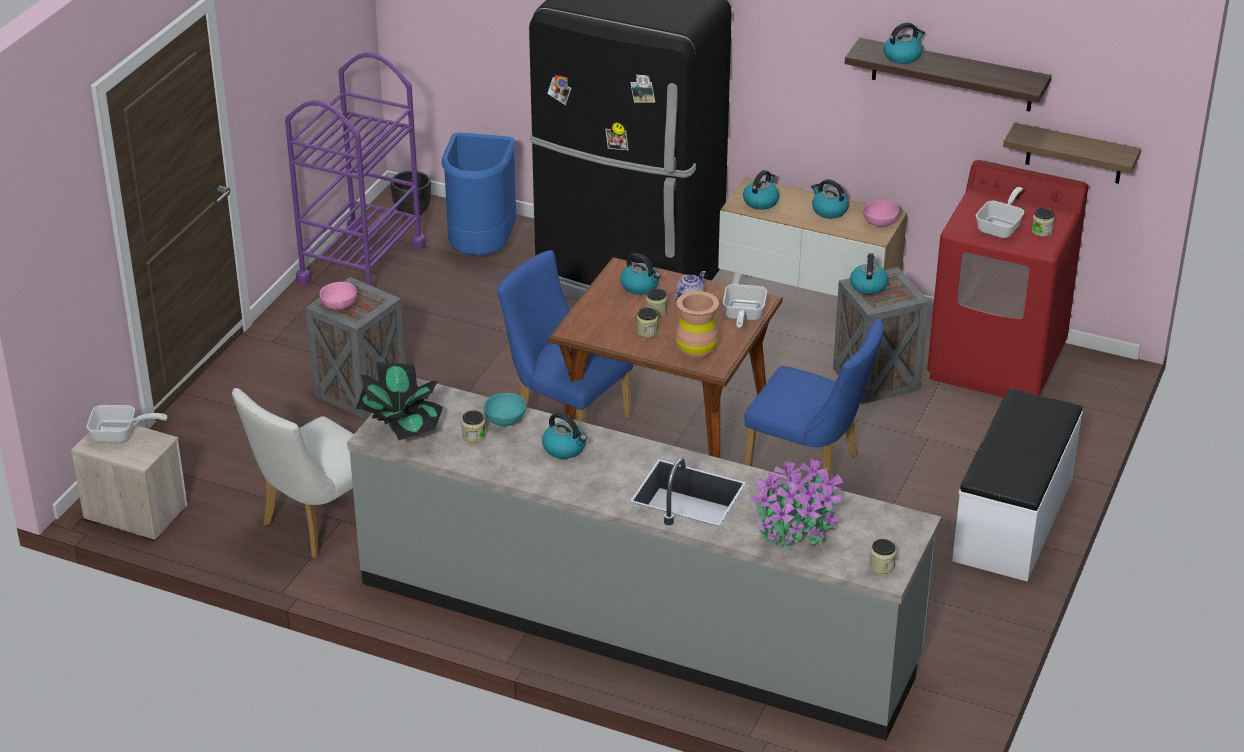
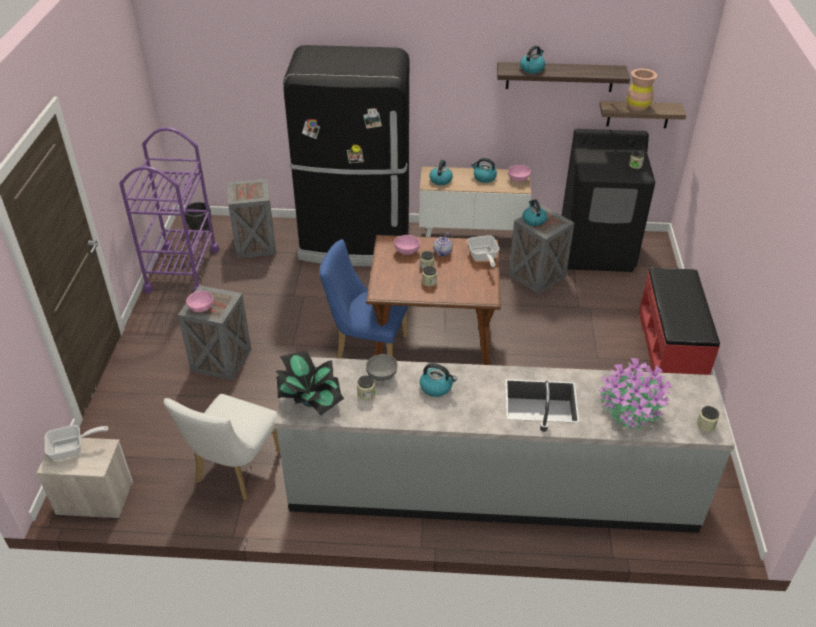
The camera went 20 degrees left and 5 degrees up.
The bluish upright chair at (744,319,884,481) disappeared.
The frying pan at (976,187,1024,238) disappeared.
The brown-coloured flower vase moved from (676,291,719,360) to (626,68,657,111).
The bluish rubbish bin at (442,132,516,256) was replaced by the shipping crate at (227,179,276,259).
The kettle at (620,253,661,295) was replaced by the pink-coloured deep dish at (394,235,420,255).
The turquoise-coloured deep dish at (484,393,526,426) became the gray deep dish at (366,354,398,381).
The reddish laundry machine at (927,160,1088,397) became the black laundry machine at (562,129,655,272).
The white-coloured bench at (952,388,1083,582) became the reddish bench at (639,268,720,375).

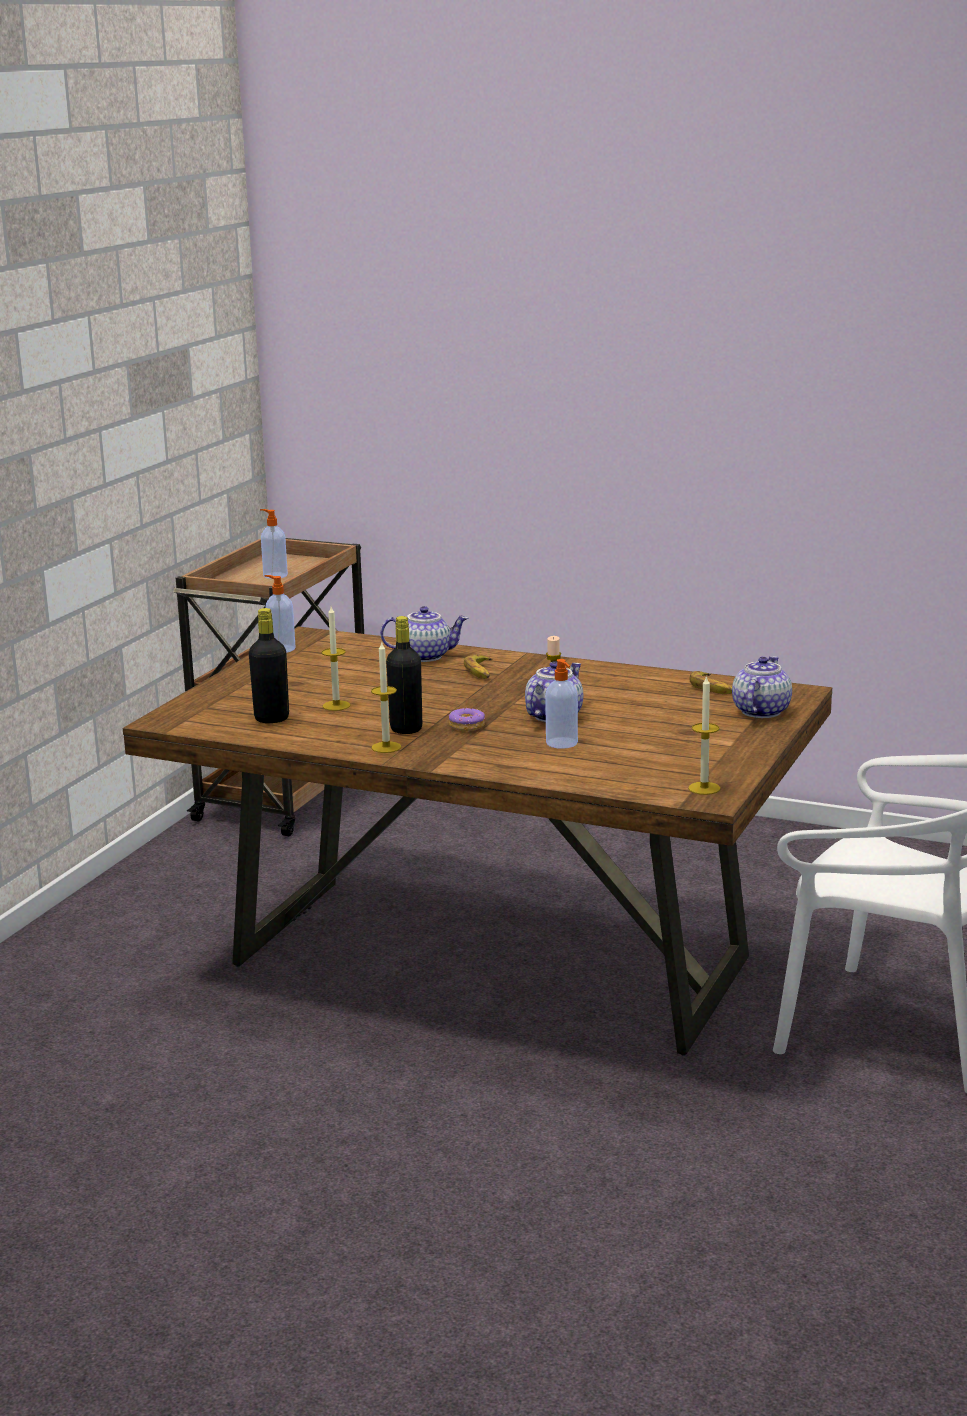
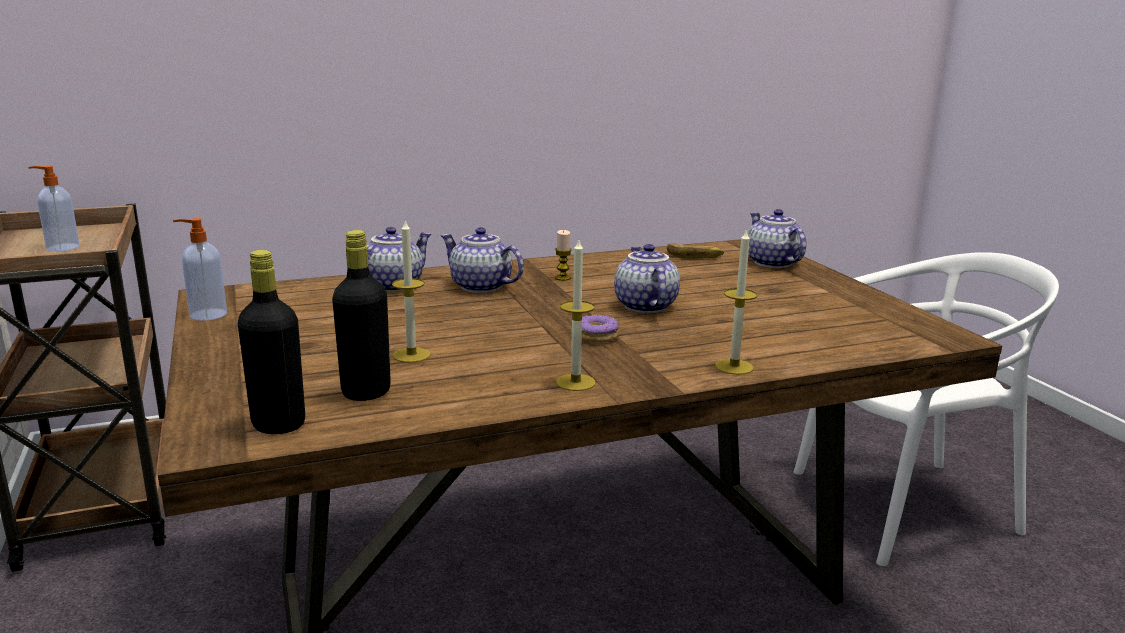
The camera went 45 degrees left and 0 degrees up.
The soap bottle at (545,659,578,749) disappeared.
The black bottle moved from (386,616,422,734) to (238,250,305,434).
The wax light moved from (688,675,720,795) to (715,228,757,375).
The whole banana at (464,654,492,679) was replaced by the tea pot at (440,227,524,293).

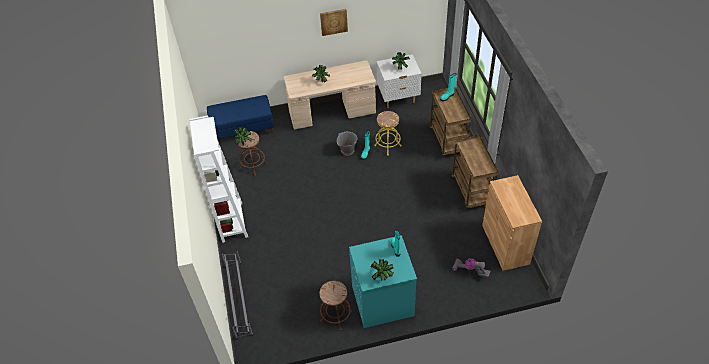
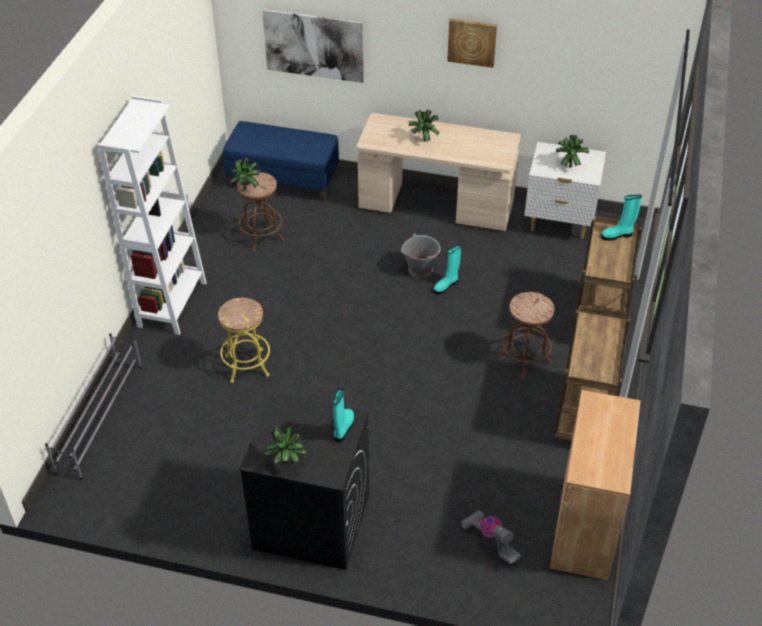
The camera went 25 degrees right and 5 degrees down.
The picture at (262,9,364,83) appeared.
The brown-coloured stool seat moved from (319,281,352,330) to (498,292,554,379).
The yellow-coloured stool seat moved from (374,111,402,156) to (218,298,270,383).
The turquoise-coloured laundry machine at (349,235,417,328) became the black laundry machine at (239,393,369,570).

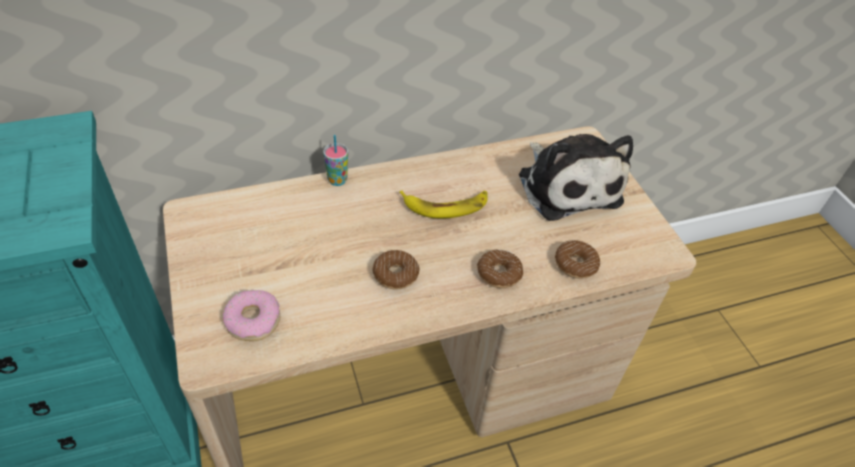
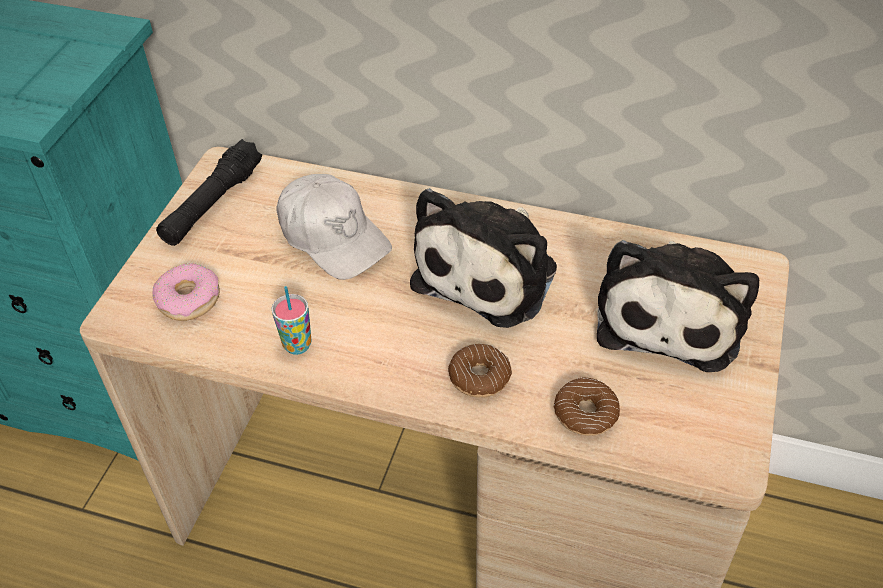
The camera went 40 degrees right and 0 degrees up.
The donut at (372,250,420,290) disappeared.
The black torch at (156,139,262,246) appeared.
The white-coloured peaked cap at (277,174,392,280) appeared.
The drinking cup moved from (323,135,348,186) to (272,286,312,355).
The whole banana at (399,191,488,218) was replaced by the cuddly toy at (410,188,557,328).

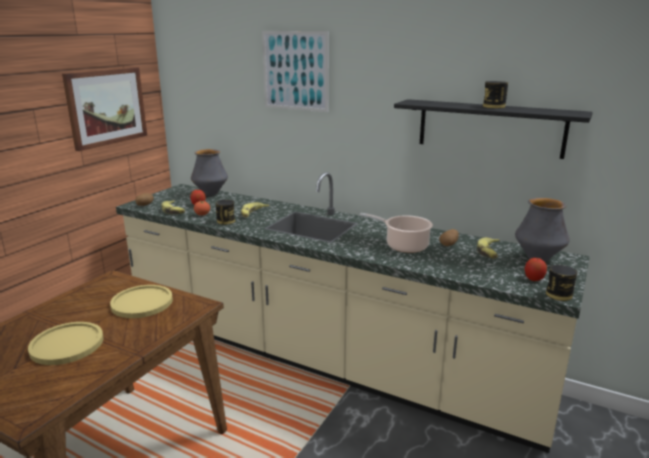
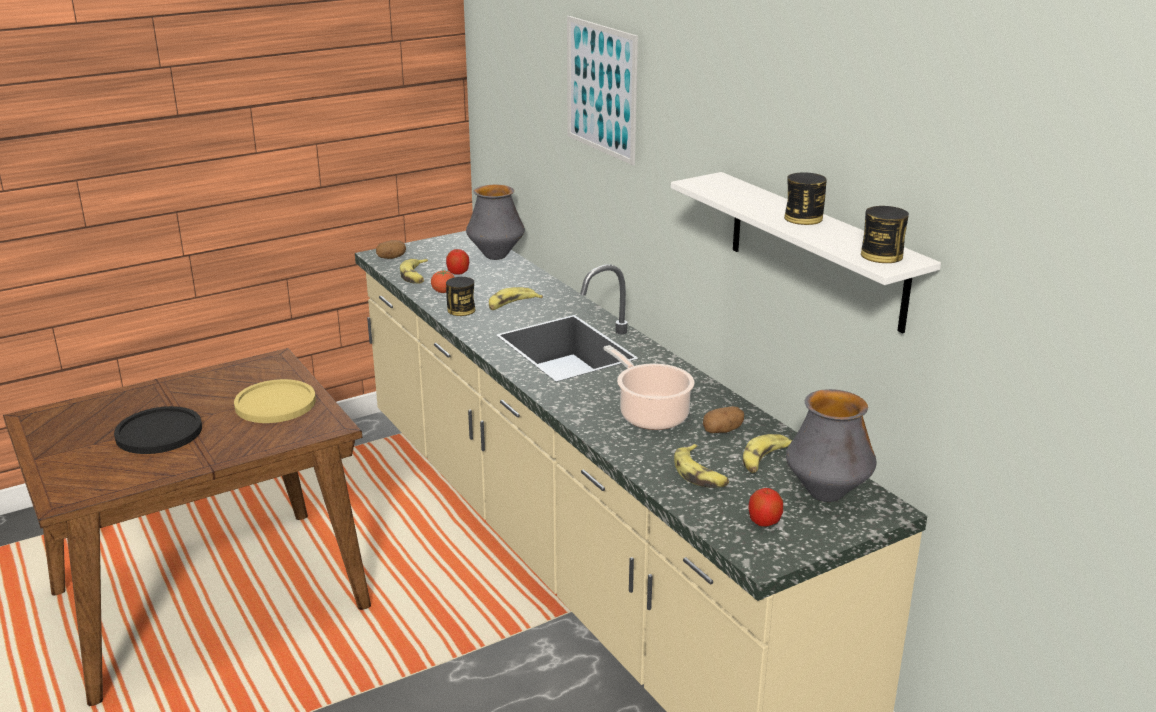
The camera went 30 degrees right and 5 degrees up.
The picture at (62,67,147,151) disappeared.
The whole banana at (674,444,729,488) appeared.
The metal can moved from (546,265,577,301) to (861,206,909,263).
The yellow-coloured flat dish at (28,322,103,365) became the black flat dish at (114,406,202,454).
The black shelf at (394,99,593,159) became the white-coloured shelf at (671,172,941,333).

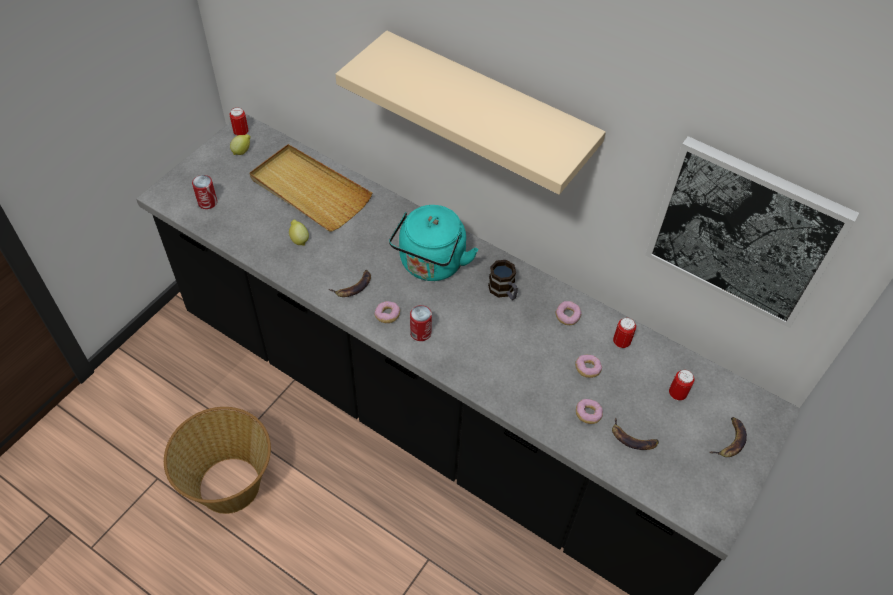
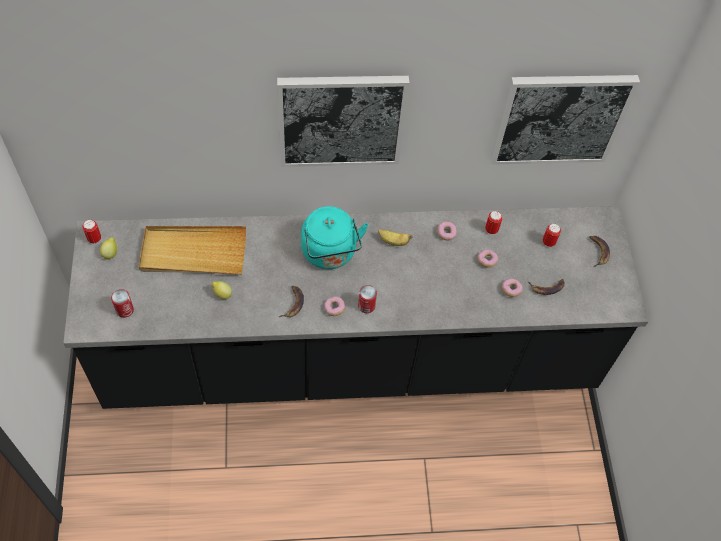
The camera went 40 degrees left and 5 degrees up.
The storage basket at (164,407,271,514) disappeared.
The beige-coloured shelf at (336,31,606,195) was replaced by the picture at (277,76,409,167).
The mug at (488,260,518,300) was replaced by the whole banana at (378,229,413,246).

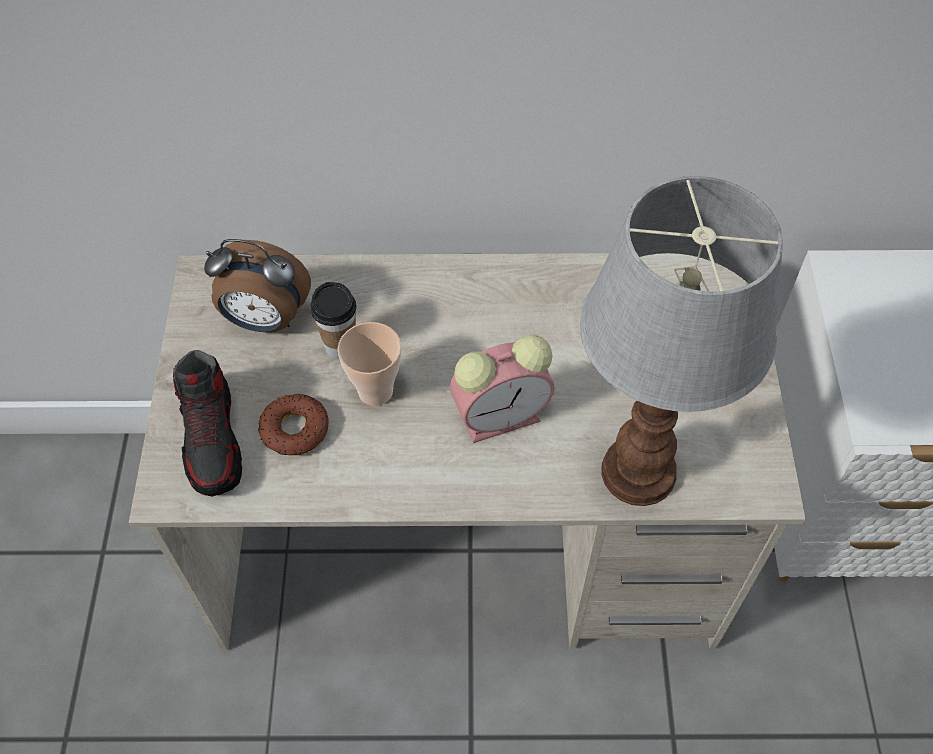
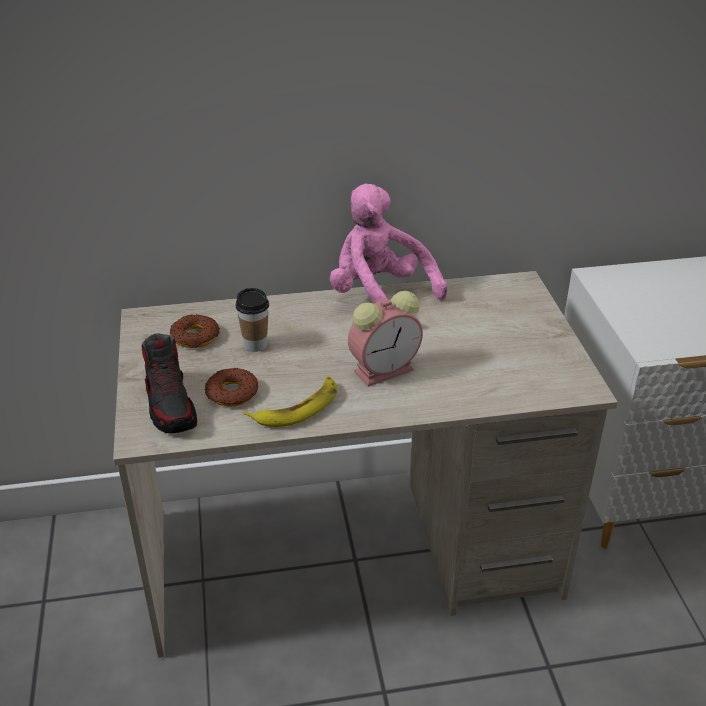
The camera went 10 degrees left and 20 degrees down.
The drinking cup at (338,322,402,406) disappeared.
The lamp for a table at (580,176,783,506) disappeared.
The whole banana at (243,376,337,427) appeared.
The pink-coloured cuddly toy at (330,184,448,303) appeared.
The alarm clock at (204,239,311,333) was replaced by the donut at (170,314,220,348).

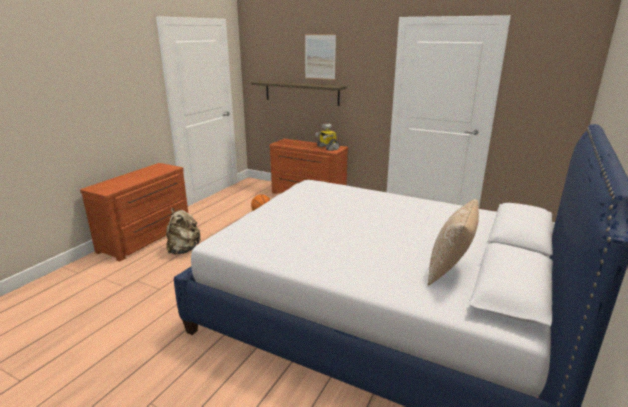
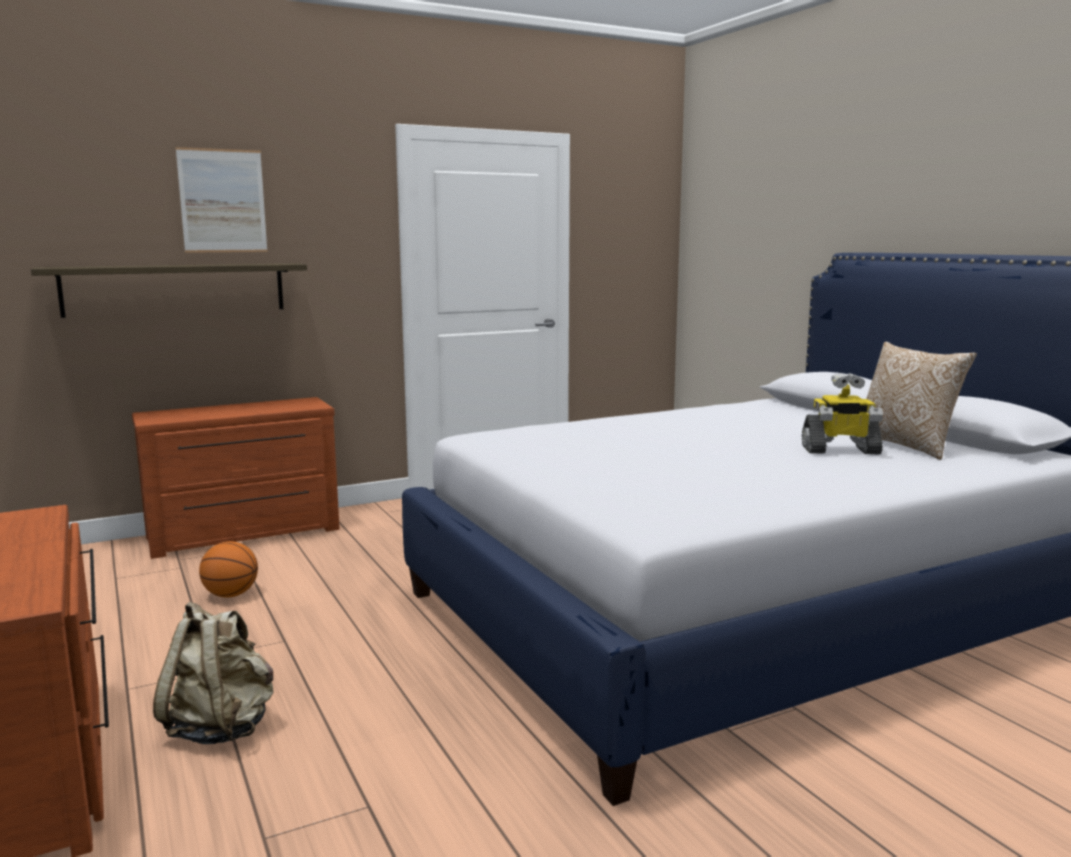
The camera went 55 degrees left and 10 degrees down.
The robot figure moved from (315,124,340,151) to (802,373,883,454).

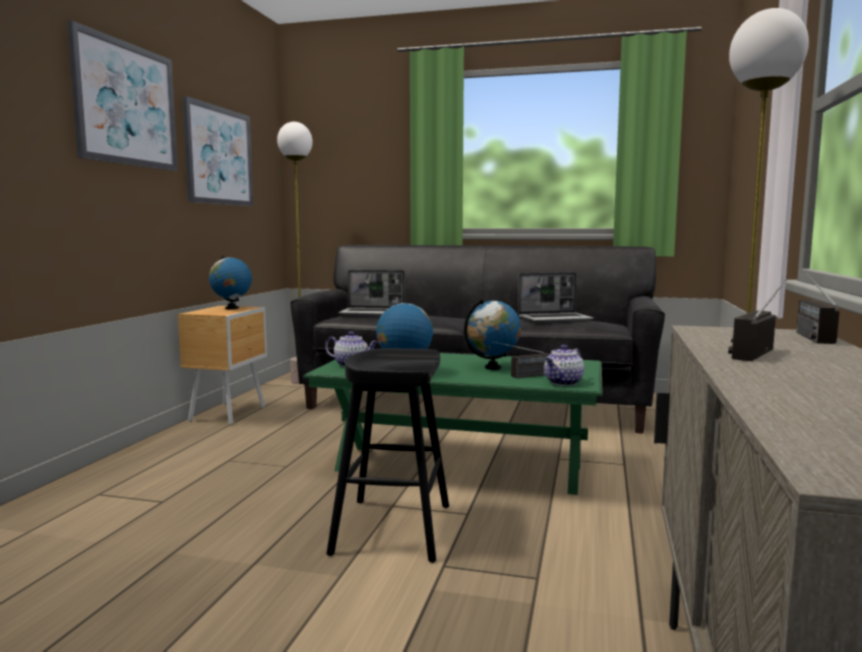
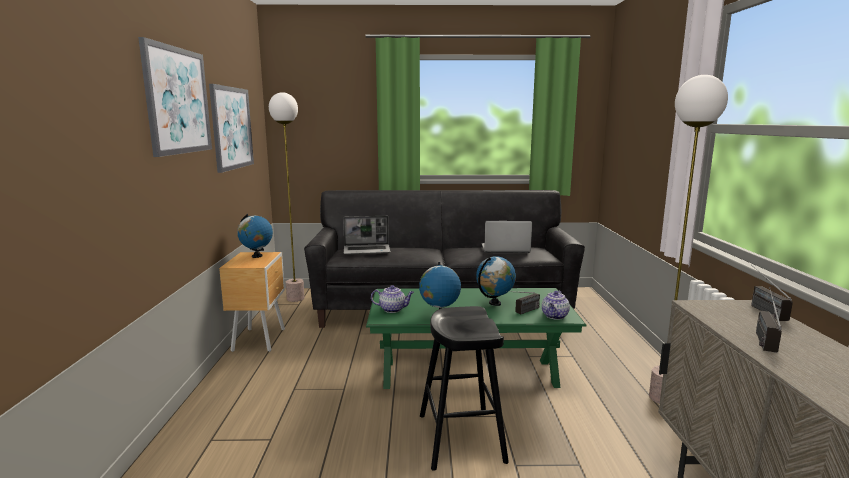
The camera went 15 degrees left and 5 degrees up.
The notebook computer at (518,272,594,322) turned 150 degrees counterclockwise.

